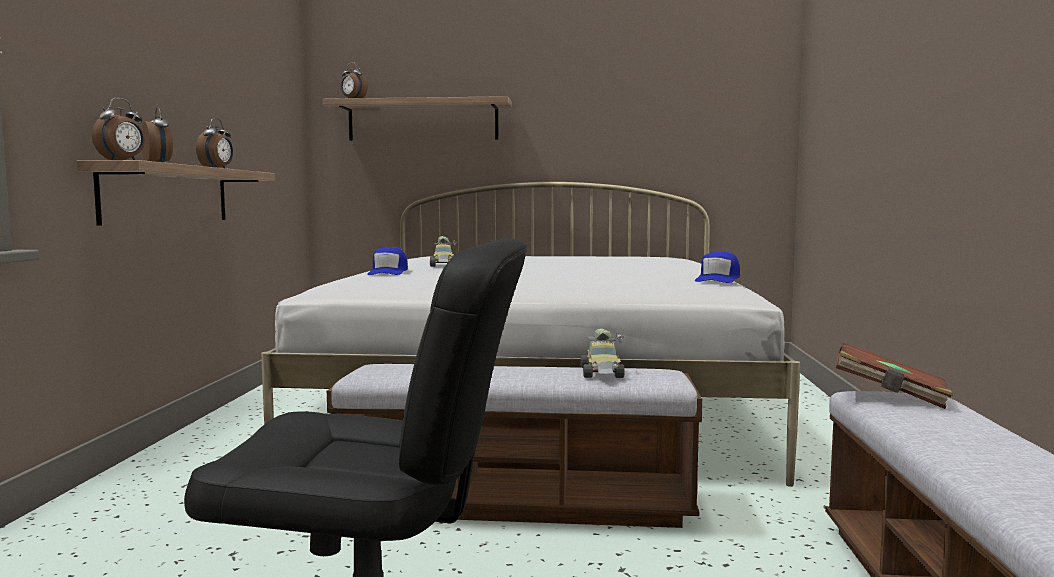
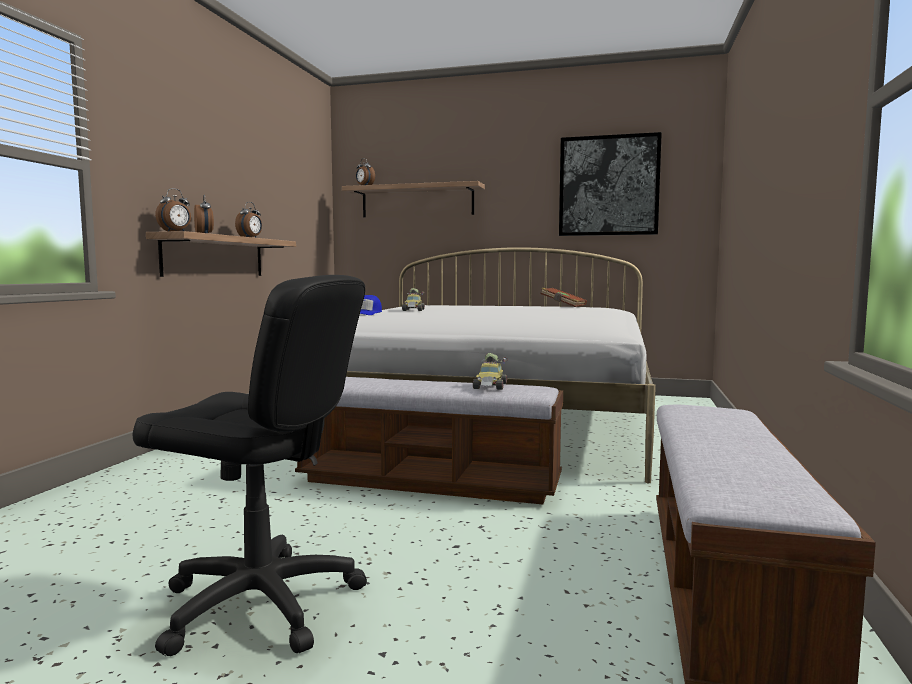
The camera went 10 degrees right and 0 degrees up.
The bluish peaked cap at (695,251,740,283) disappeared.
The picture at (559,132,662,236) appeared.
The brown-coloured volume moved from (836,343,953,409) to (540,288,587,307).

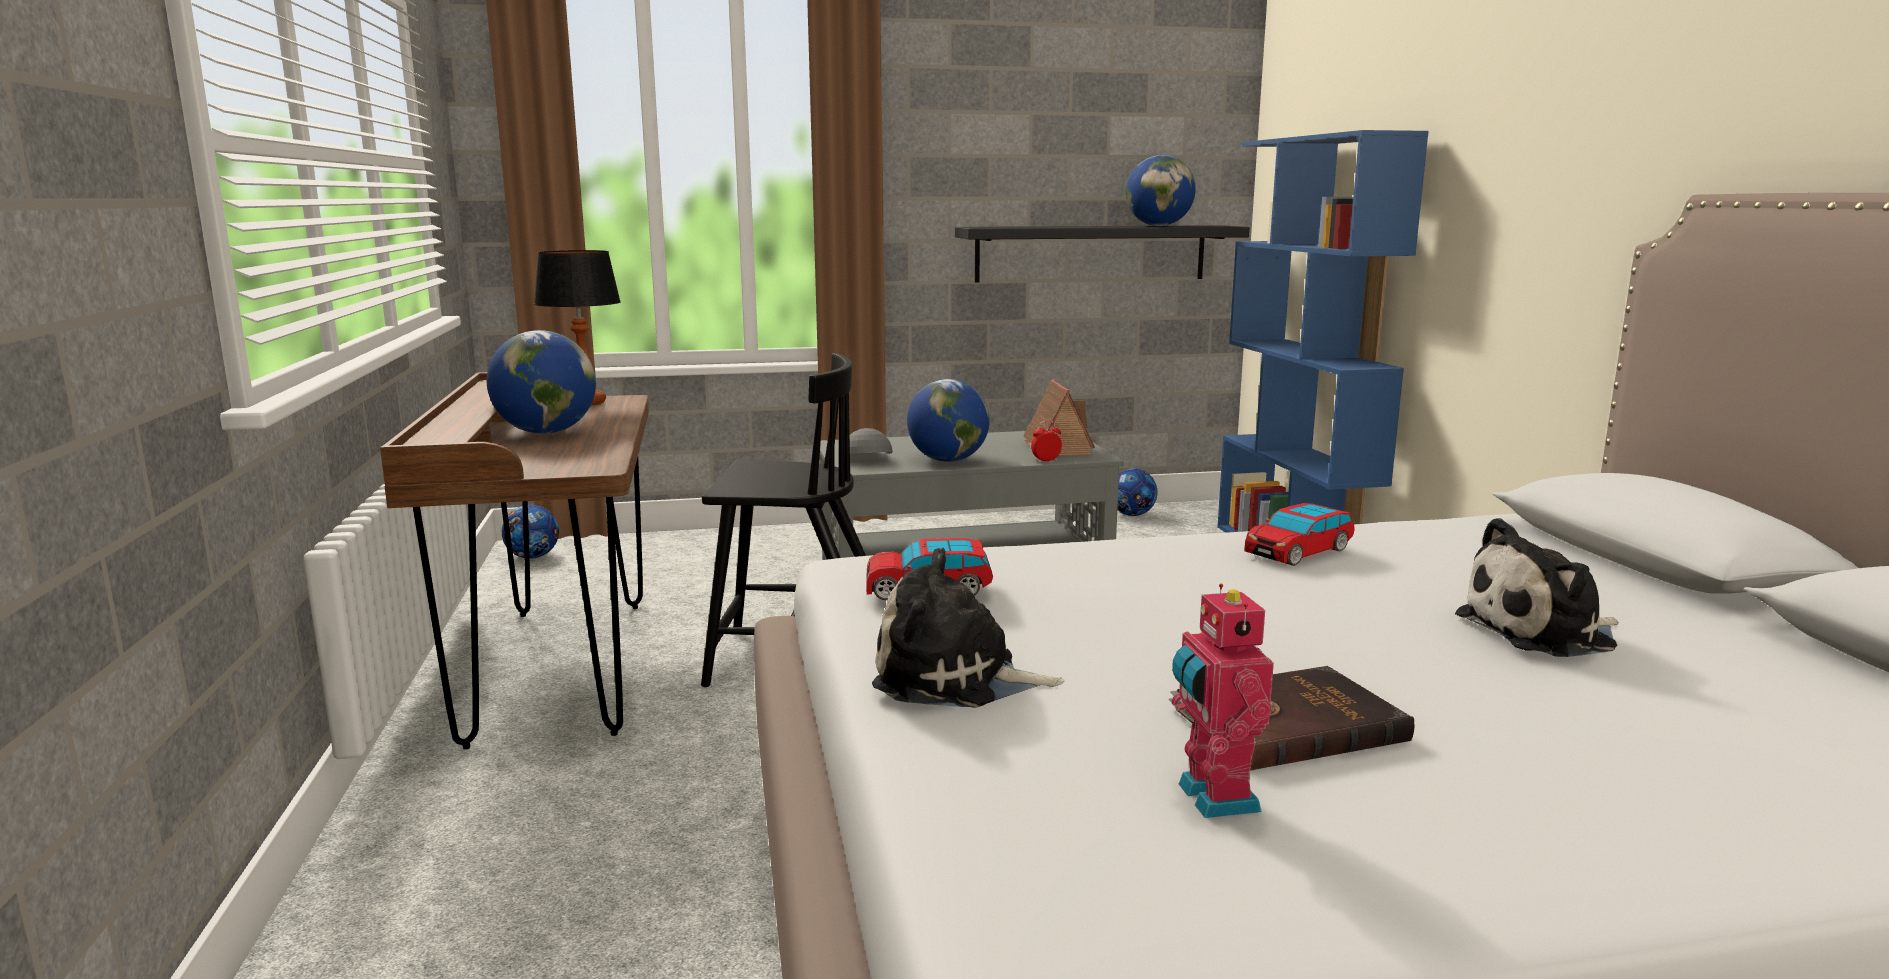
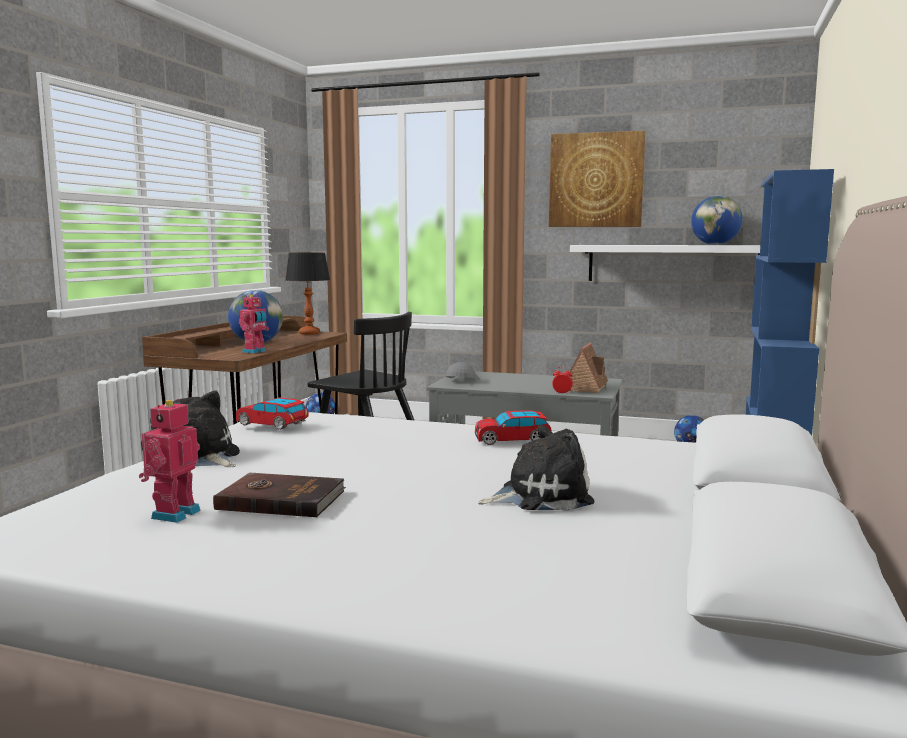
The camera went 30 degrees right and 5 degrees down.
The world globe at (907,379,990,462) disappeared.
The robot figure at (239,294,269,353) appeared.
The picture at (549,131,646,227) appeared.
The black shelf at (955,225,1249,282) became the white-coloured shelf at (570,245,760,281).
The cuddly toy at (1455,518,1619,657) turned 150 degrees clockwise.

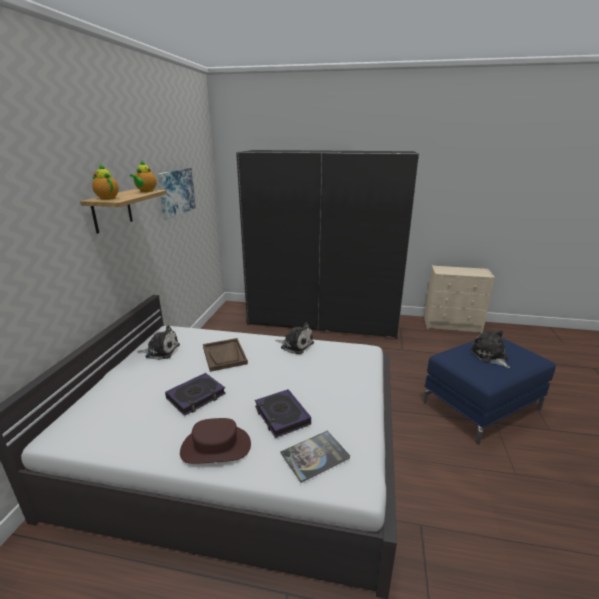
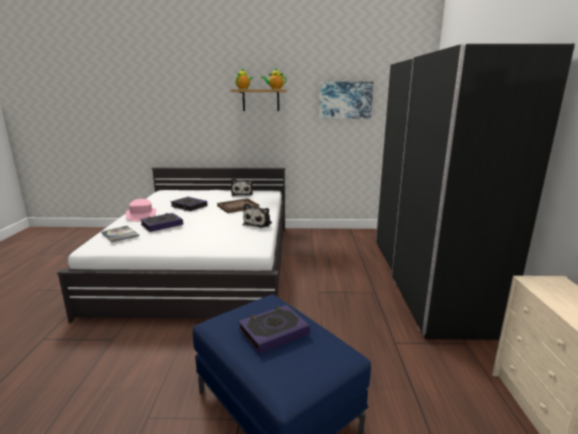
The camera went 80 degrees right and 5 degrees down.
The cuddly toy at (471,330,510,368) was replaced by the volume at (238,305,310,354).
The brown-coloured clothing hat at (180,418,251,464) became the pink-coloured clothing hat at (126,199,156,222).

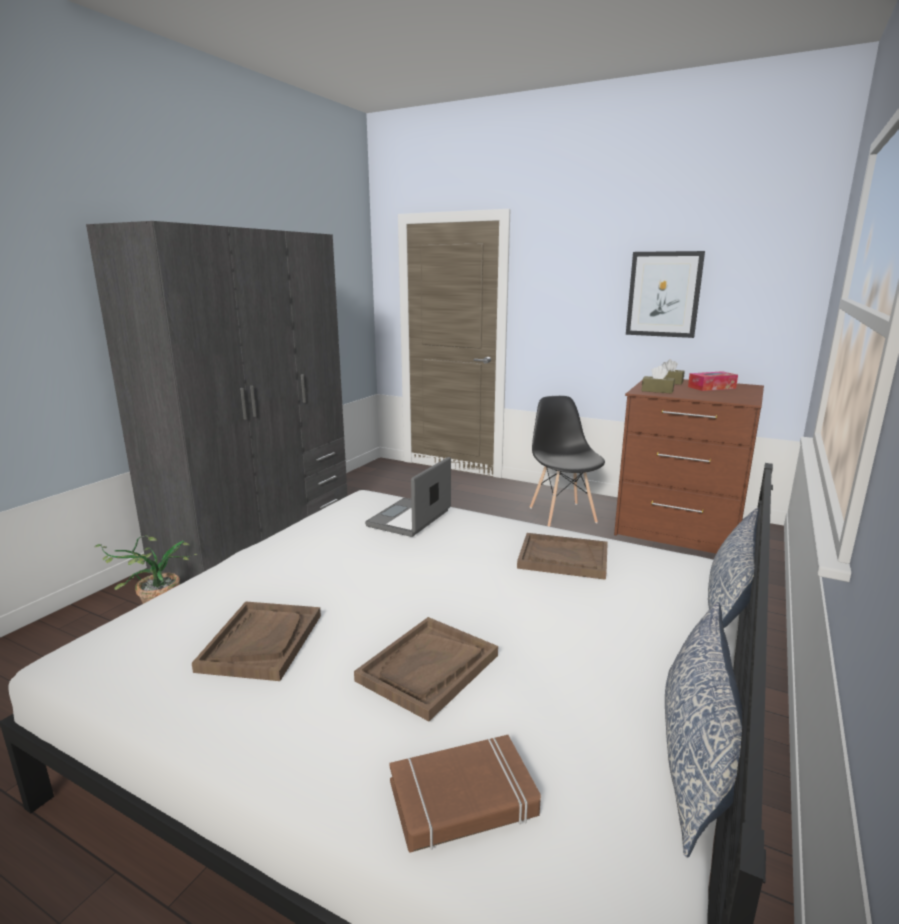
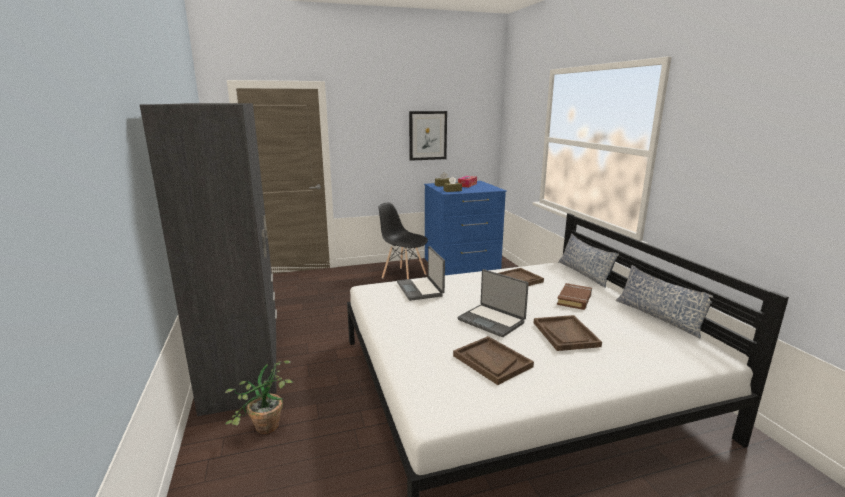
The camera went 45 degrees left and 0 degrees up.
The notebook computer at (457,269,529,337) appeared.
The brown-coloured volume moved from (389,735,541,852) to (557,283,592,310).
The brown-coloured drawer chest at (614,379,764,554) became the bluish drawer chest at (424,181,507,275).

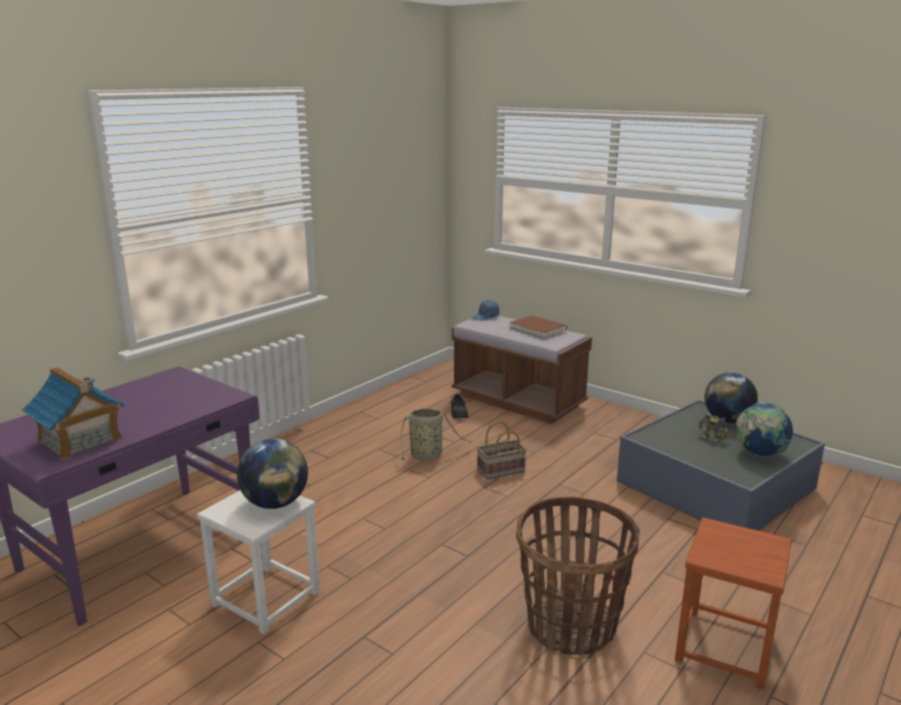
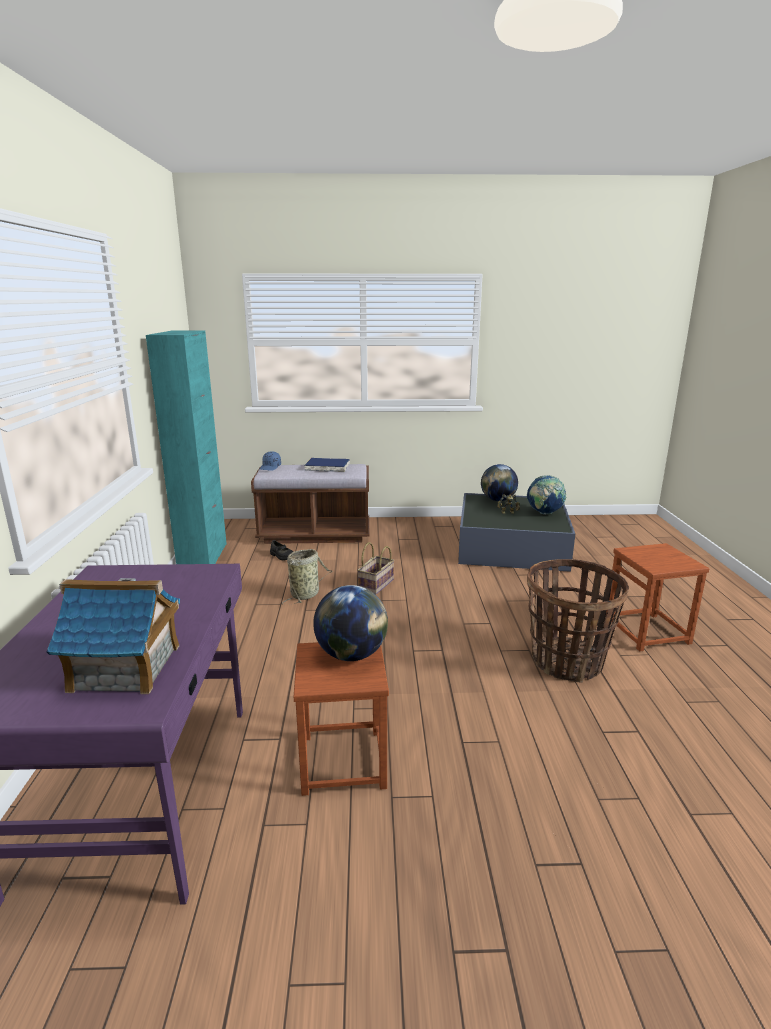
The camera went 40 degrees left and 0 degrees up.
The turquoise-coloured cupboard at (146,330,227,564) appeared.
The white-coloured stool seat at (197,490,320,635) became the brown-coloured stool seat at (294,642,389,796).
The brown-coloured volume at (509,315,567,339) became the bluish volume at (304,458,350,472).

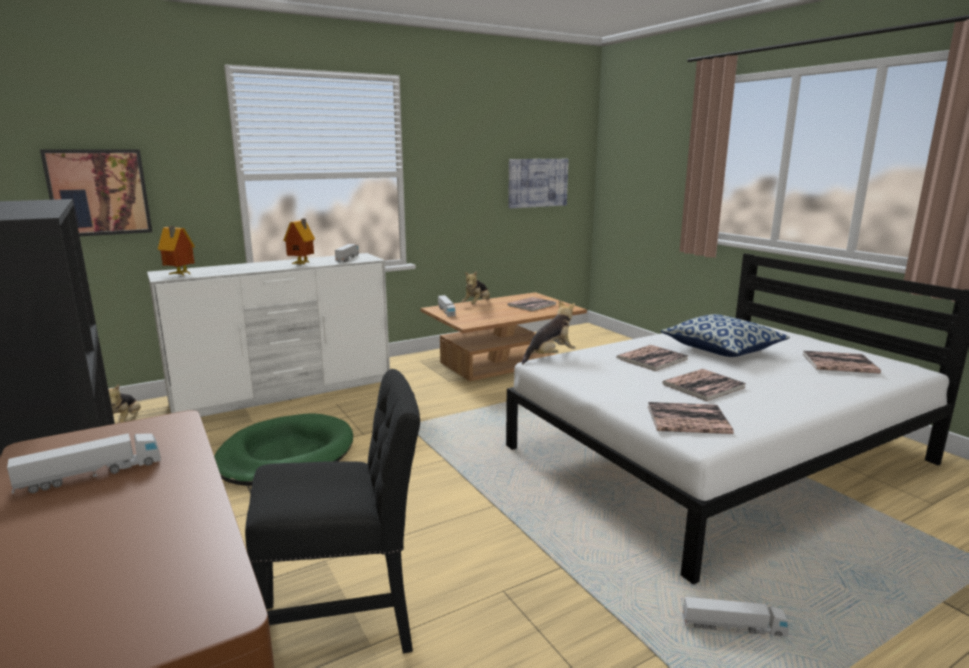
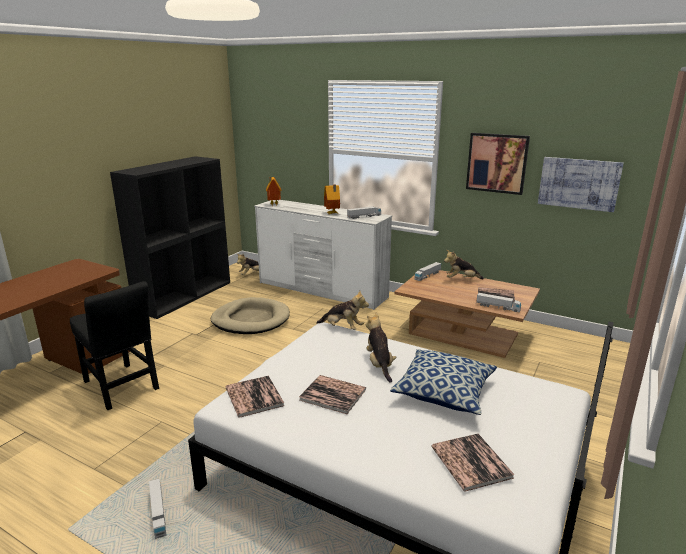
The camera went 60 degrees right and 5 degrees up.
The model truck moved from (7,433,161,494) to (476,293,521,312).
The picture moved from (40,149,152,236) to (466,133,530,195).
The volume at (616,345,689,371) was replaced by the cuddly toy at (366,312,397,383).
The green-coloured dog bed at (214,413,353,486) became the beige-coloured dog bed at (211,297,290,334).

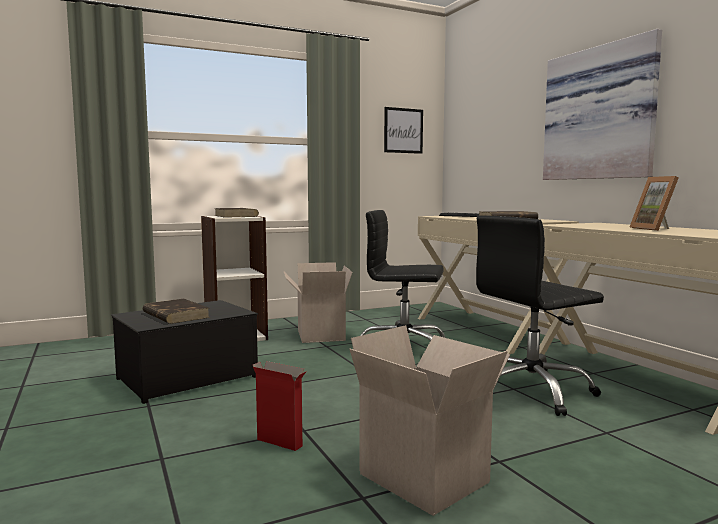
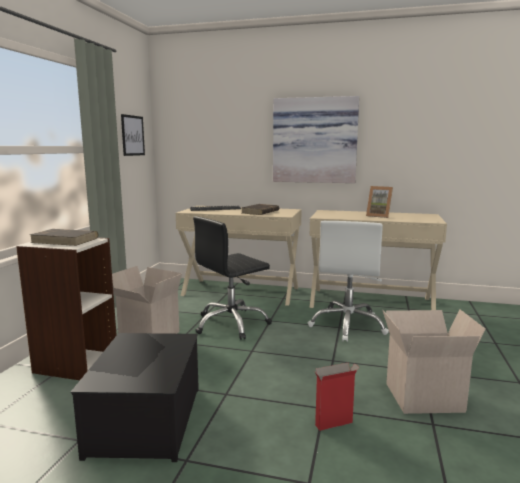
The camera went 50 degrees left and 5 degrees up.
The brown-coloured volume at (143,299,210,324) disappeared.
The black office chair at (476,216,604,416) became the white-coloured office chair at (308,221,389,342).

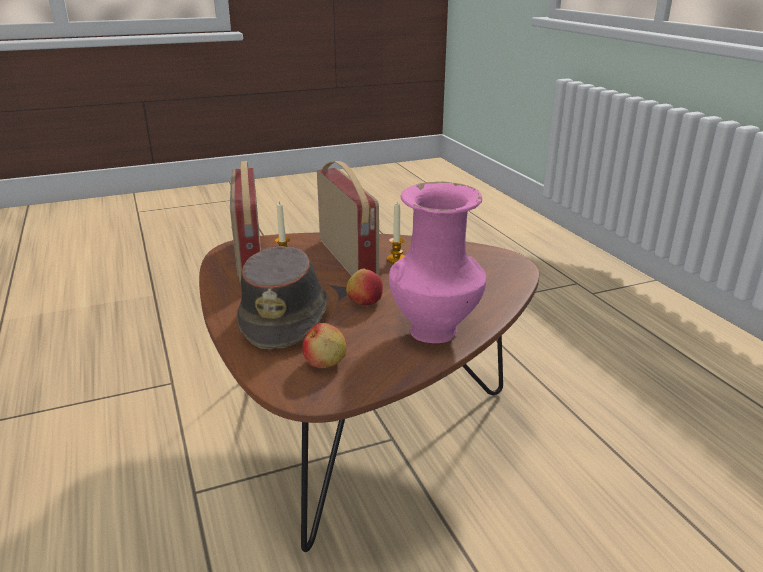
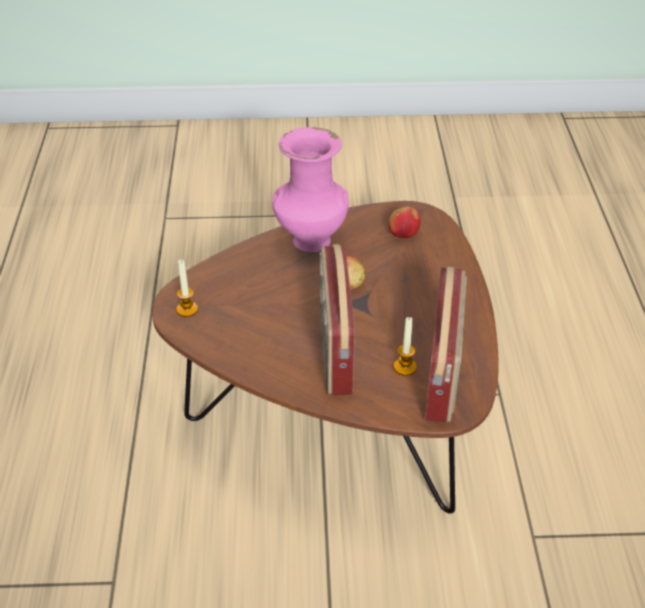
The camera went 160 degrees left and 15 degrees up.
The brown-coloured clothing hat at (237,246,327,349) disappeared.
The wax light moved from (386,203,405,264) to (176,260,198,317).

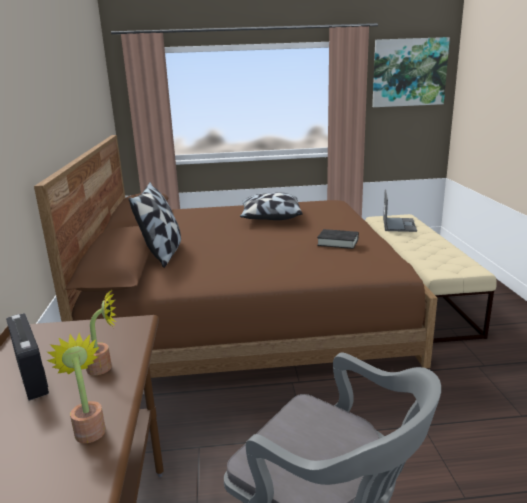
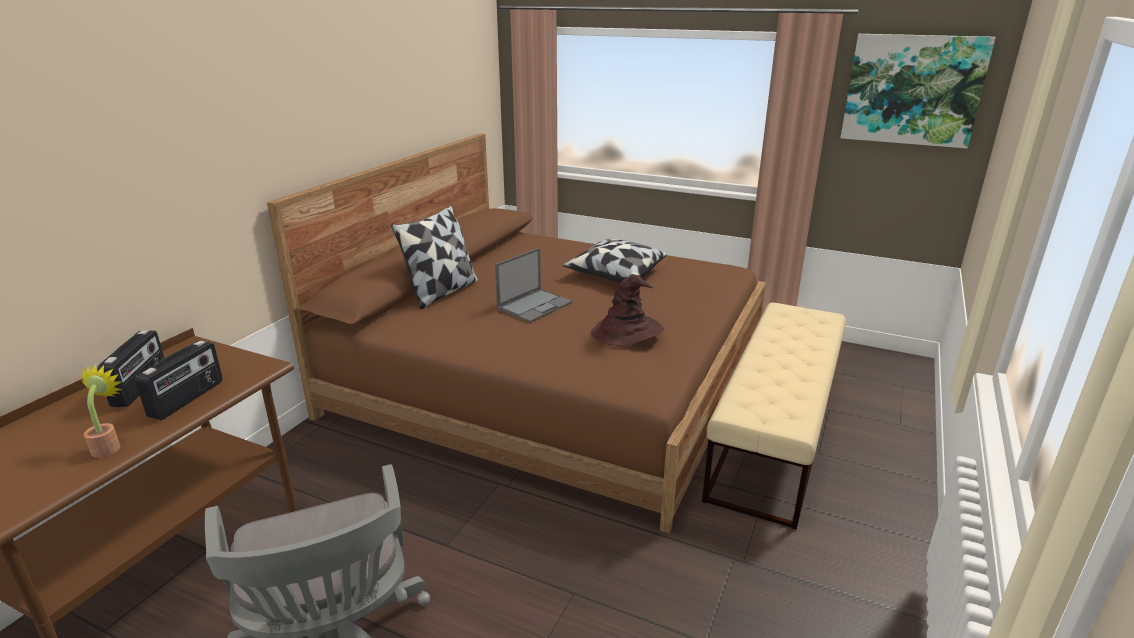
The camera went 30 degrees right and 5 degrees up.
The notebook computer moved from (383,190,417,232) to (495,248,573,323).
The plant in a pot at (86,290,116,375) was replaced by the radio set at (135,340,223,420).
The black volume at (317,229,359,249) was replaced by the brown-coloured clothing hat at (591,275,664,347).

